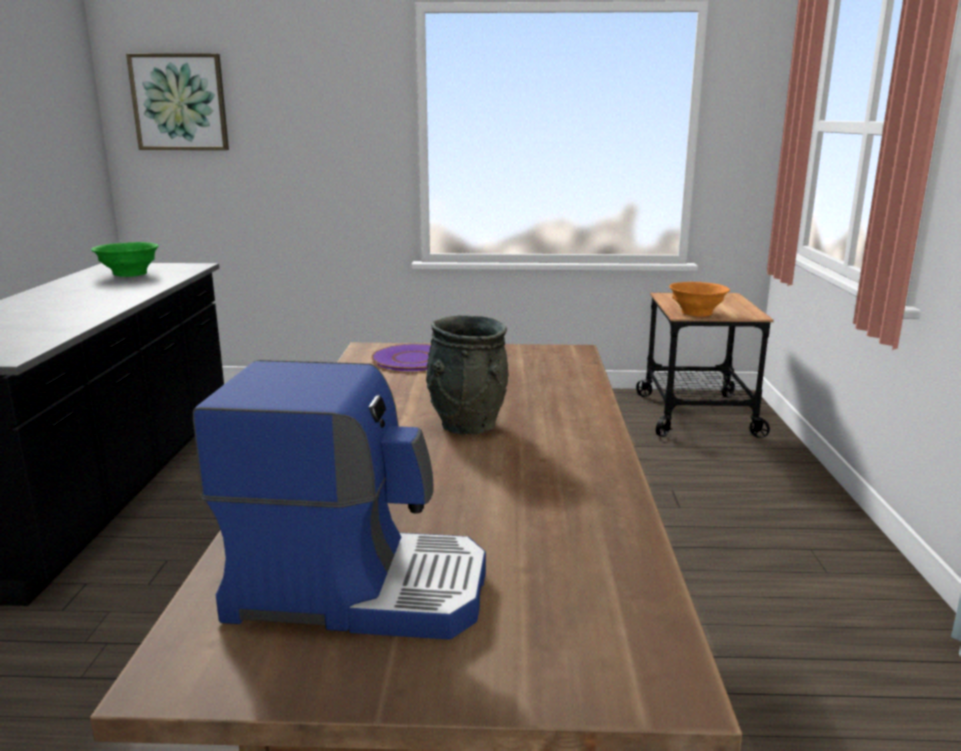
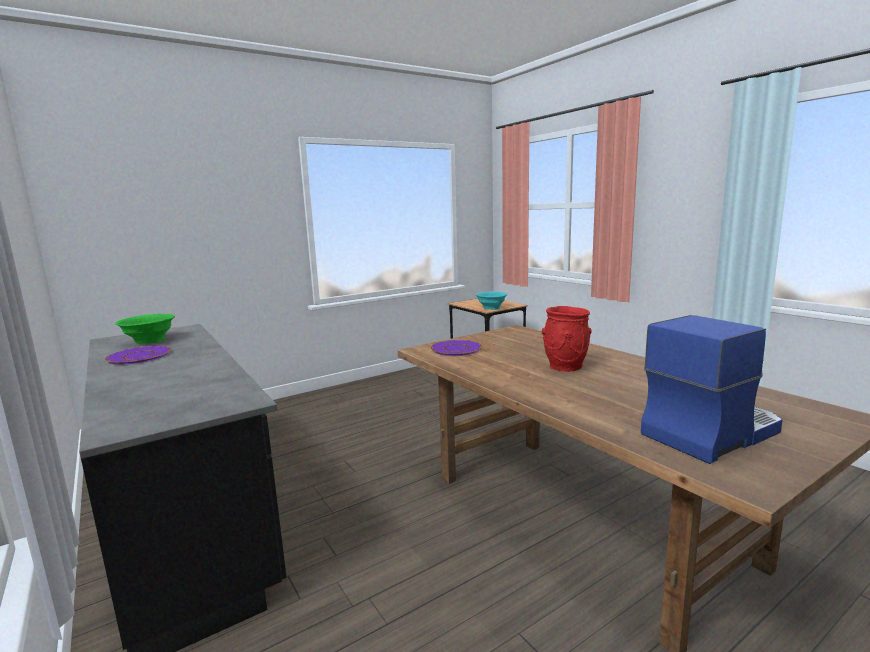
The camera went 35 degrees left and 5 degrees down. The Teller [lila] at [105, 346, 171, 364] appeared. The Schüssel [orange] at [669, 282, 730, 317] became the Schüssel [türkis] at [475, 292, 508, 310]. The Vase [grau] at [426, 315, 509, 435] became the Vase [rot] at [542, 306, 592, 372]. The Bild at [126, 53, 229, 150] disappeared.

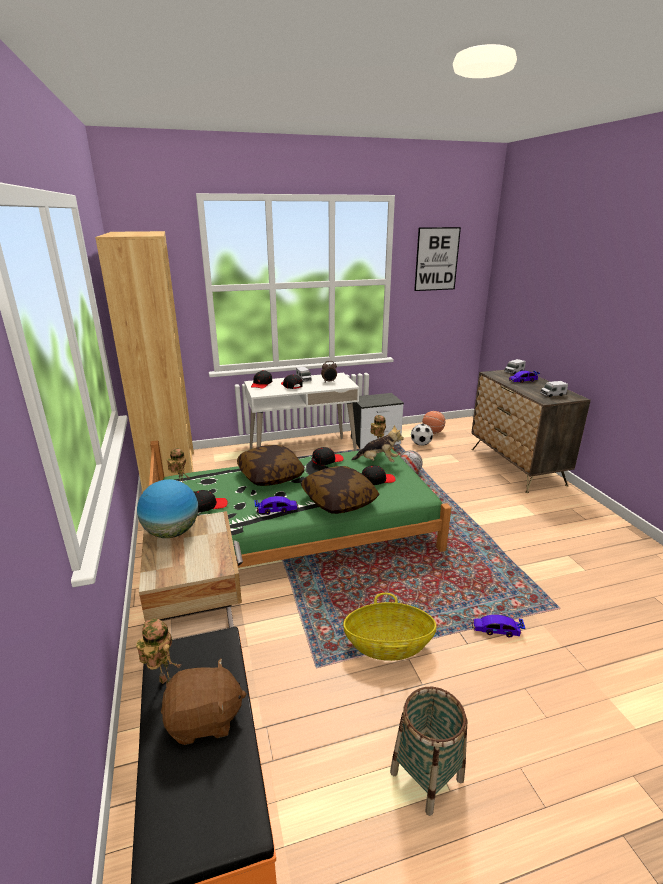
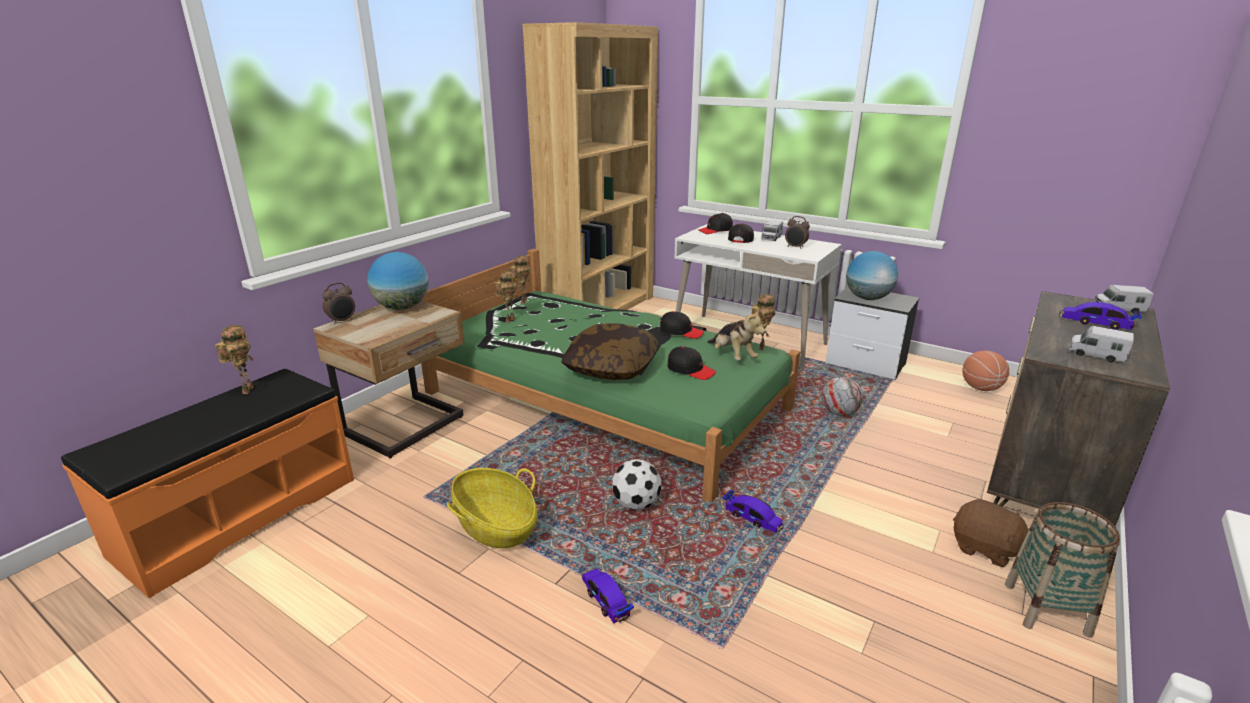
The camera went 50 degrees right and 0 degrees up. The Wecker at [322, 283, 355, 324] appeared. The Kappe [schwarz] at [194, 490, 228, 512] was replaced by the Spielzeugroboter at [495, 271, 518, 323]. The Fußball moved from [411, 424, 433, 446] to [612, 459, 661, 510]. The Spielzeugauto moved from [254, 496, 299, 515] to [722, 490, 784, 533]. The Globus at [846, 251, 898, 300] appeared. The Plüschtier [braun] moved from [161, 658, 247, 745] to [953, 499, 1029, 567]. The Korb moved from [390, 687, 468, 816] to [1005, 502, 1120, 638]. The Kissen at [237, 445, 305, 486] disappeared. The Bild at [414, 227, 461, 291] disappeared.

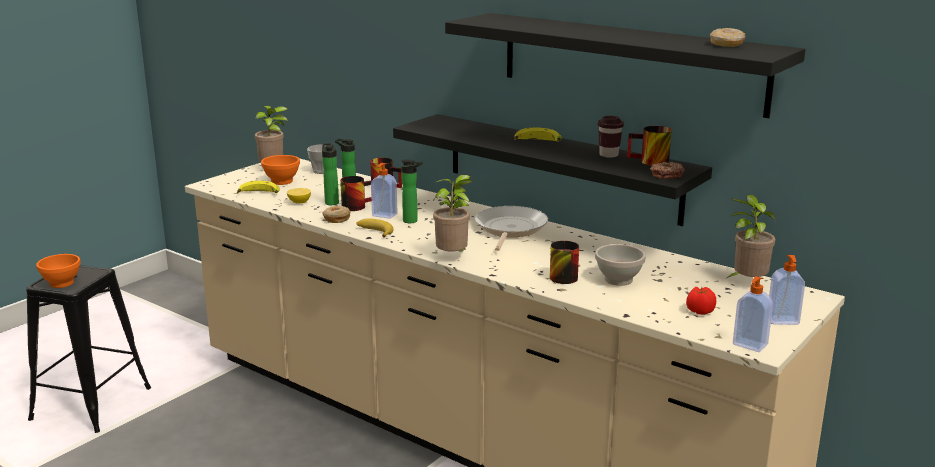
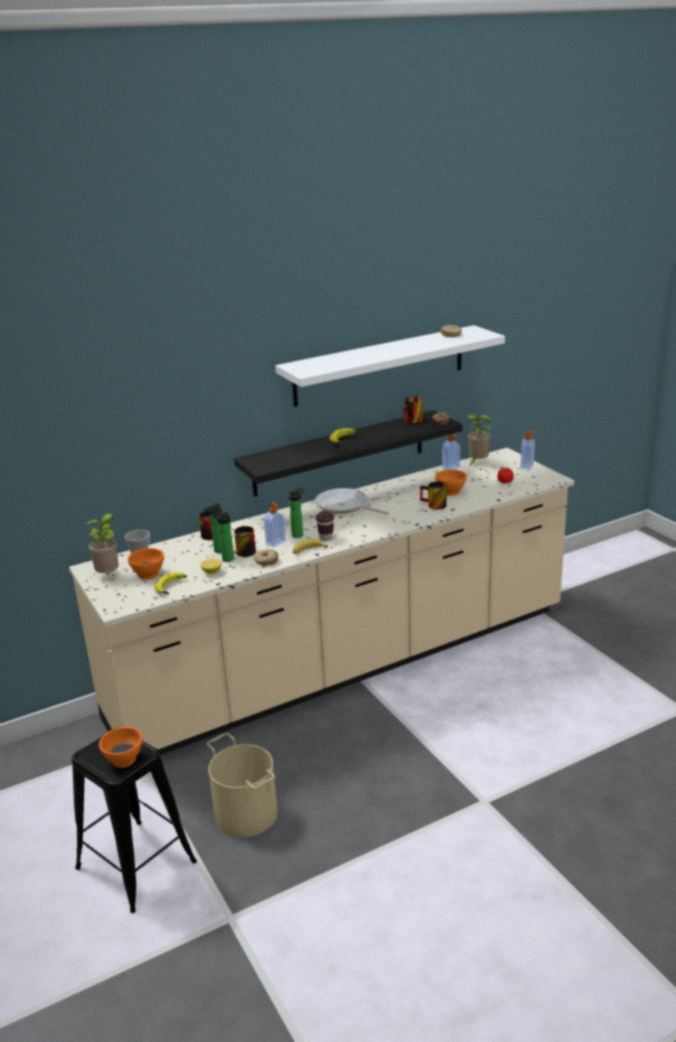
The camera went 65 degrees left and 5 degrees up. The Eimer [beige] at [207, 733, 278, 838] appeared. The Wandregal [schwarz] at [445, 13, 805, 118] became the Wandregal [weiß] at [275, 325, 505, 407]. The Tasse [braun] moved from [598, 116, 624, 158] to [316, 511, 334, 541]. The Schüssel [weiß] at [595, 244, 646, 286] became the Schüssel [orange] at [436, 469, 467, 496]. The Seifenspender moved from [733, 276, 773, 352] to [442, 434, 460, 470]. The Topfpflanze at [433, 175, 473, 252] disappeared.

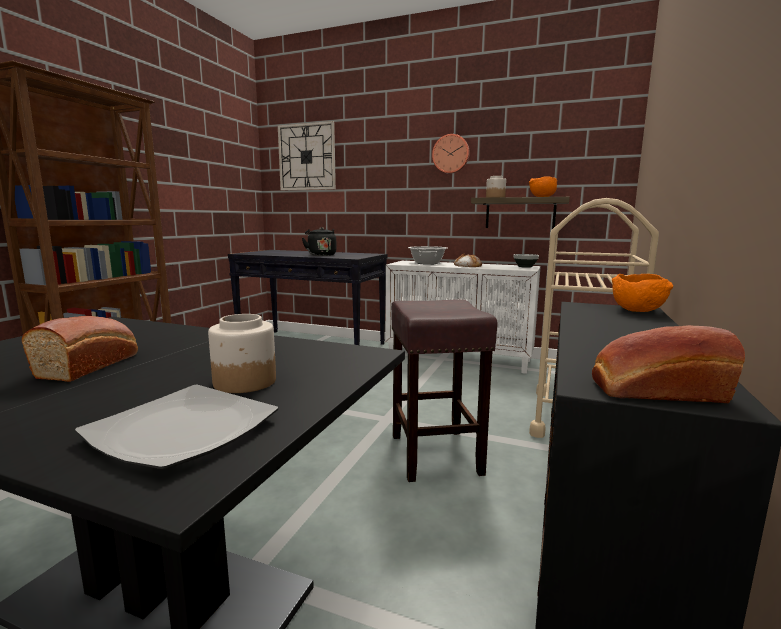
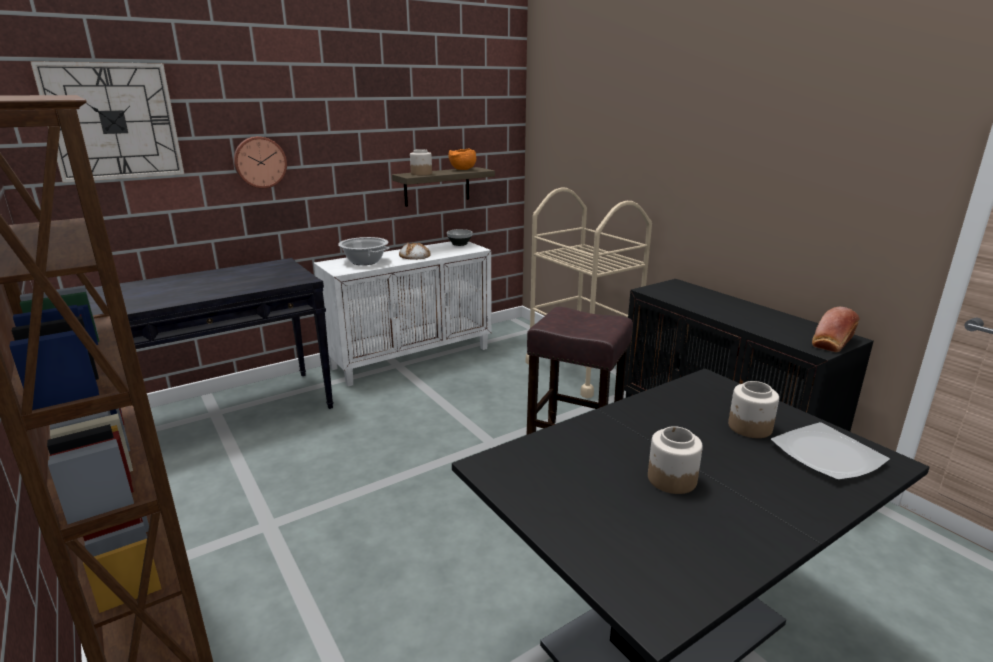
The camera went 55 degrees left and 10 degrees up. The Wanduhr moved from [432, 134, 470, 174] to [234, 136, 287, 188]. The Brot at [22, 316, 138, 382] was replaced by the Vorratsglas at [648, 426, 703, 494]. The Wasserkessel [schwarz] at [302, 227, 337, 256] disappeared. The Schüssel [orange] at [612, 274, 673, 312] disappeared.

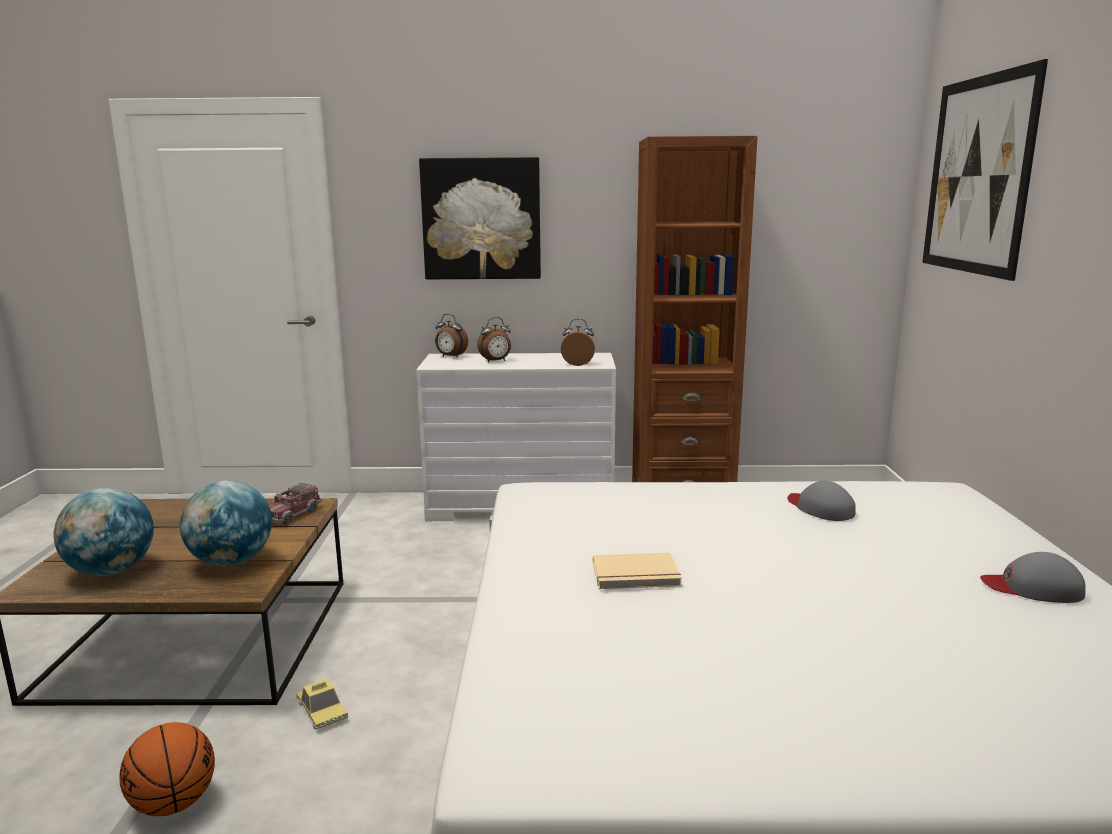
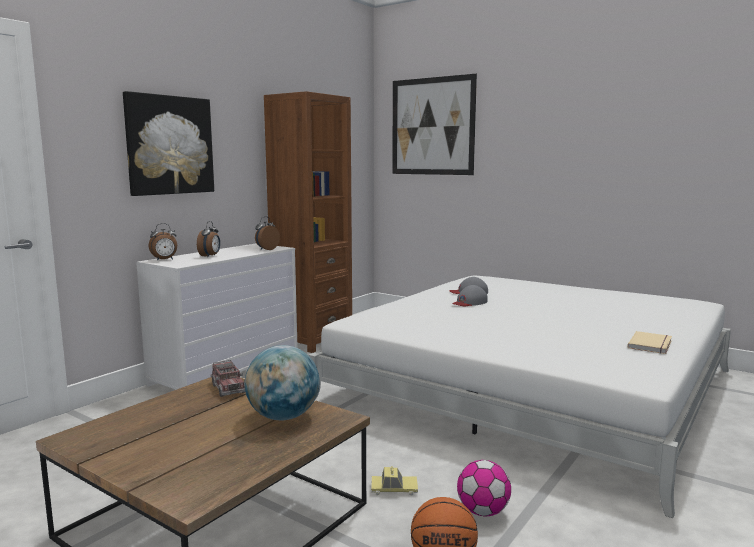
The camera went 55 degrees left and 5 degrees down. The Kappe [grau] moved from [980, 552, 1086, 603] to [452, 285, 488, 306]. The Fußball at [457, 460, 511, 516] appeared. The Buch [beige] moved from [593, 553, 682, 589] to [627, 331, 672, 354]. The Globus at [54, 488, 154, 576] disappeared.

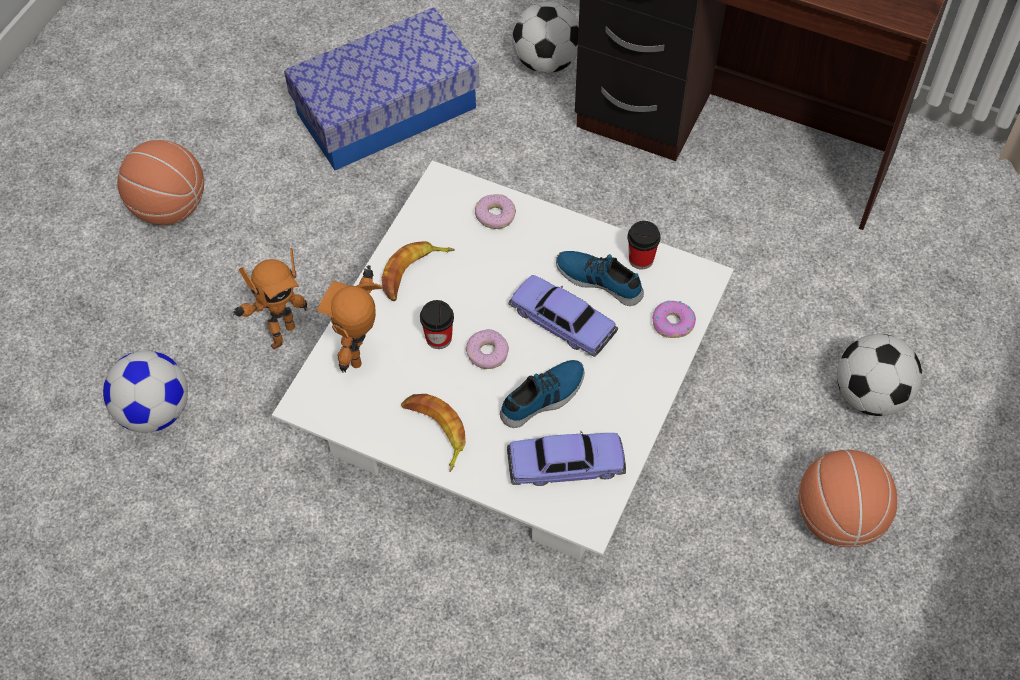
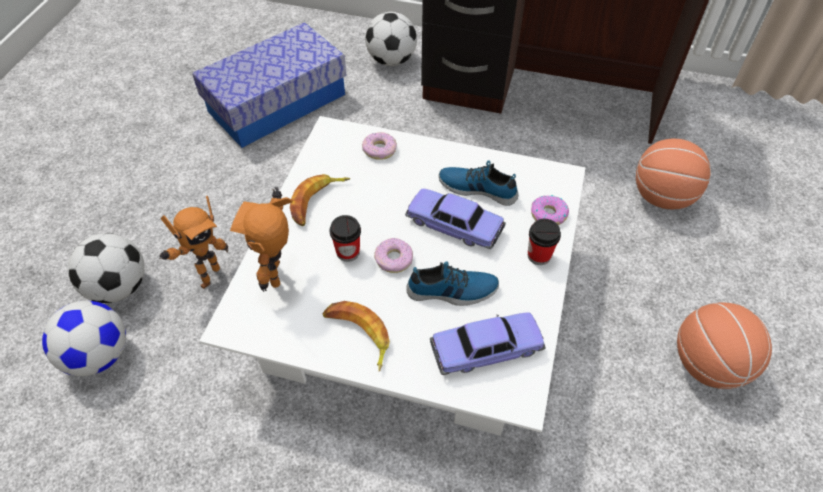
The camera went 10 degrees left and 5 degrees down. The Fußball moved from [837, 334, 922, 416] to [68, 233, 145, 303]. The Schuh at [500, 360, 585, 428] turned 45 degrees clockwise. The Tasse moved from [627, 221, 661, 270] to [528, 219, 561, 265]. The Basketball moved from [117, 140, 204, 225] to [636, 139, 711, 210].

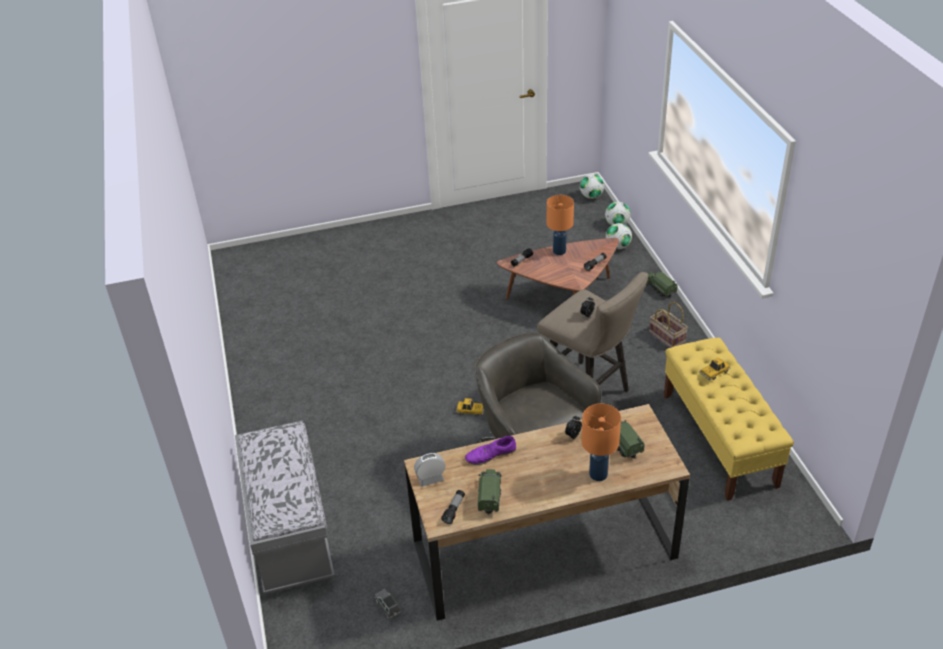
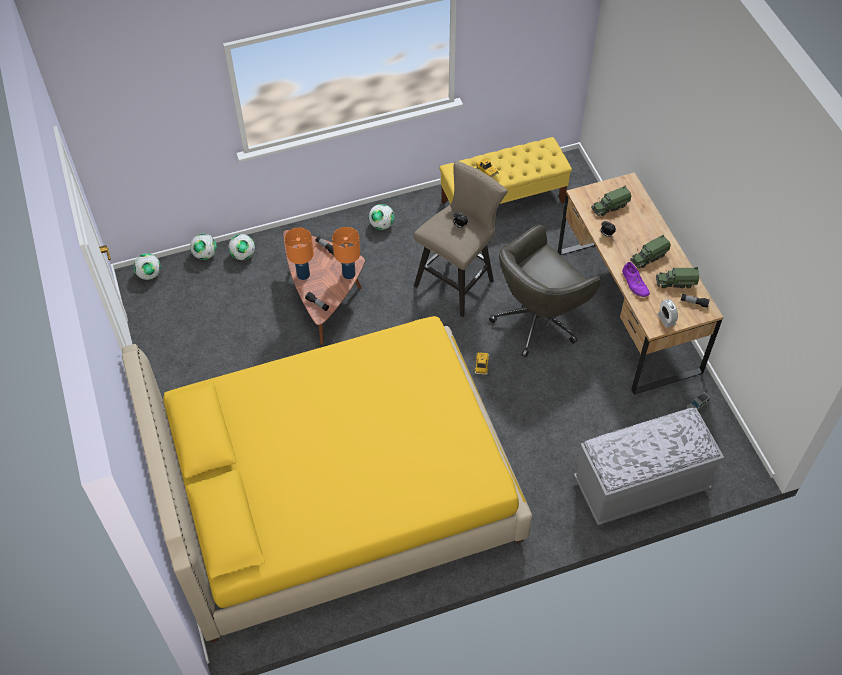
The camera went 95 degrees left and 15 degrees up. The Bett [gelb] at [122, 316, 532, 643] appeared. The Tischlampe [orange] moved from [581, 404, 621, 481] to [332, 227, 360, 279]. The Korb at [649, 302, 688, 348] was replaced by the Fußball at [369, 204, 394, 230]. The Spielzeuglaster moved from [647, 272, 678, 297] to [630, 235, 671, 268].

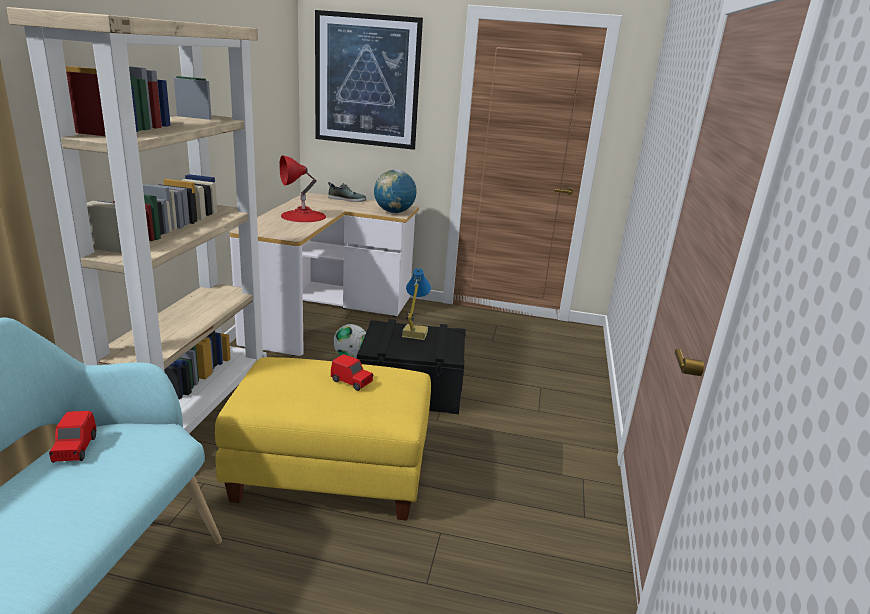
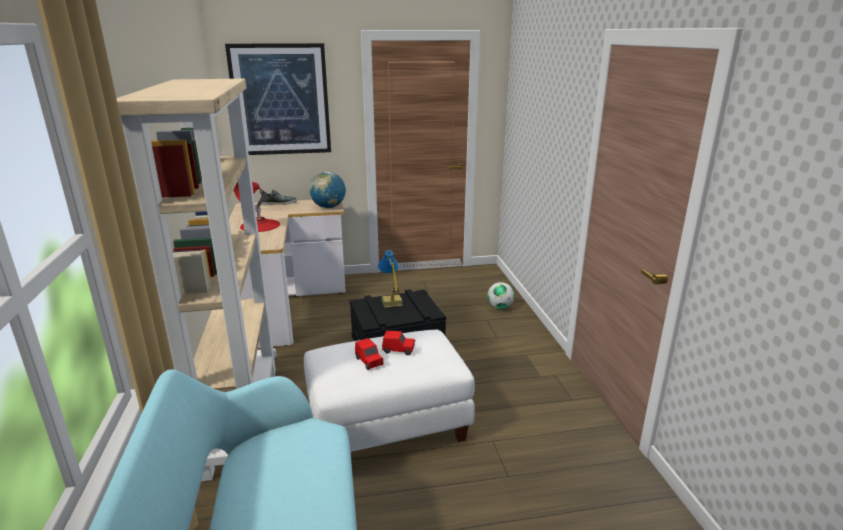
The camera went 20 degrees left and 0 degrees up. The Polsterhocker [gelb] at [215, 357, 431, 521] became the Polsterhocker [weiß] at [304, 330, 475, 452]. The Spielzeugauto [rot] moved from [49, 411, 96, 463] to [355, 338, 383, 370]. The Fußball moved from [333, 324, 366, 358] to [488, 282, 514, 309].

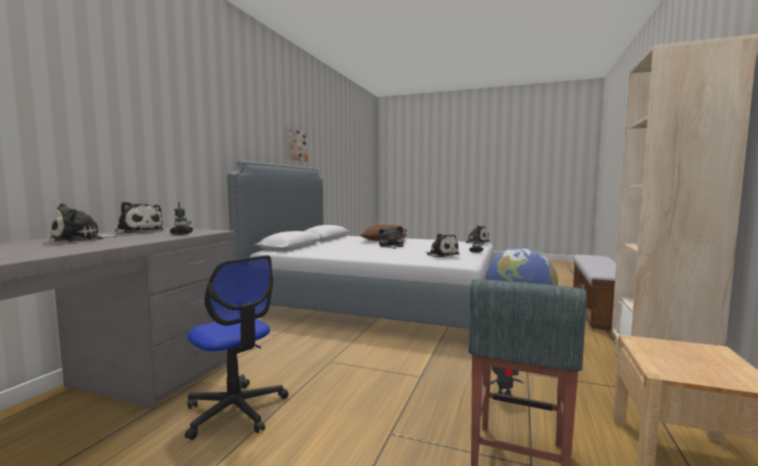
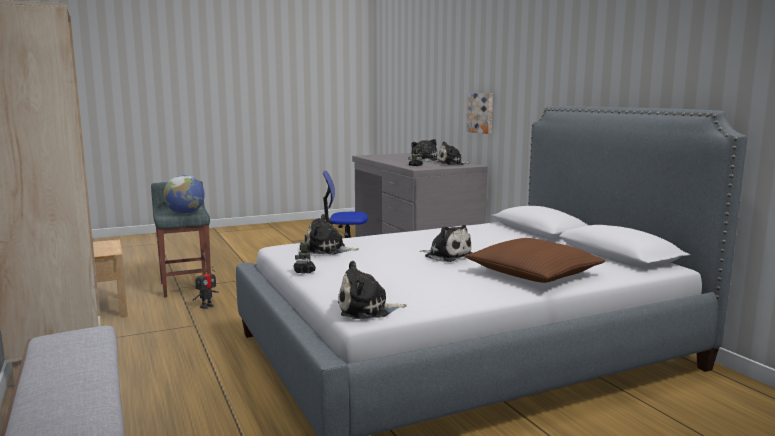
The camera went 135 degrees right and 5 degrees up. The Bild moved from [289, 129, 308, 161] to [466, 93, 493, 134].

